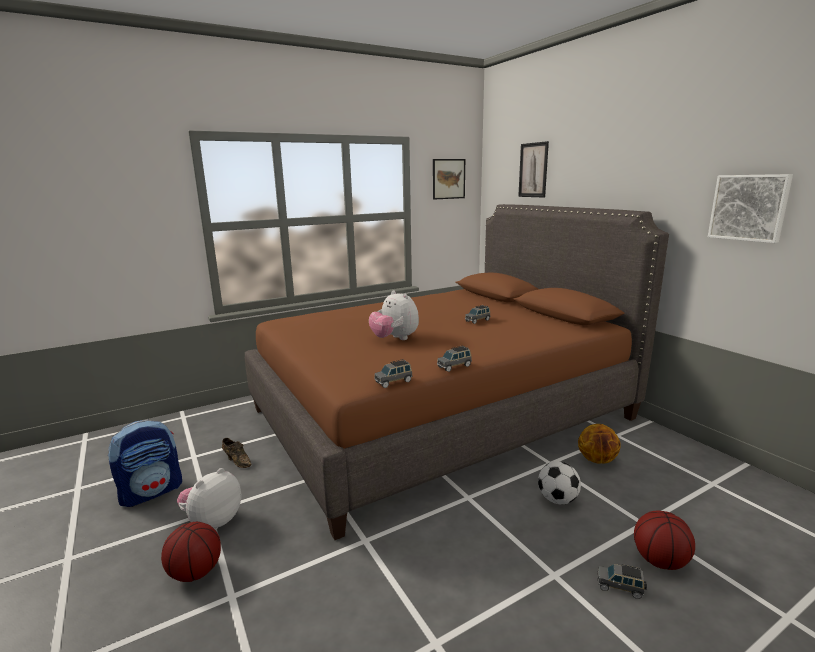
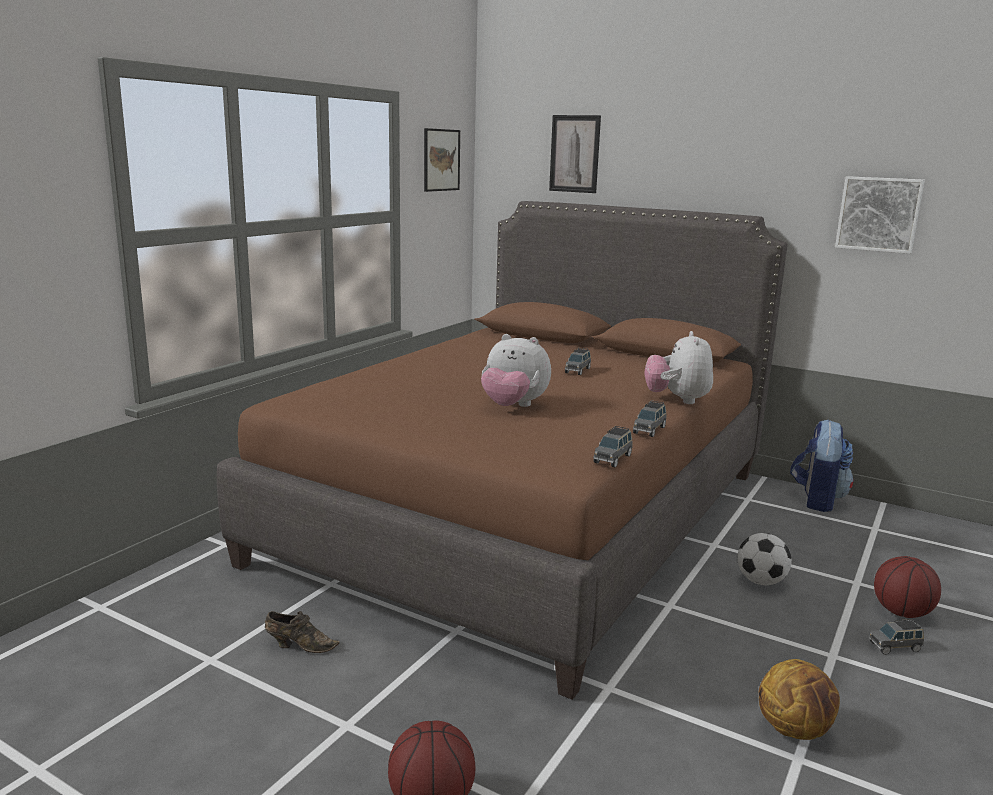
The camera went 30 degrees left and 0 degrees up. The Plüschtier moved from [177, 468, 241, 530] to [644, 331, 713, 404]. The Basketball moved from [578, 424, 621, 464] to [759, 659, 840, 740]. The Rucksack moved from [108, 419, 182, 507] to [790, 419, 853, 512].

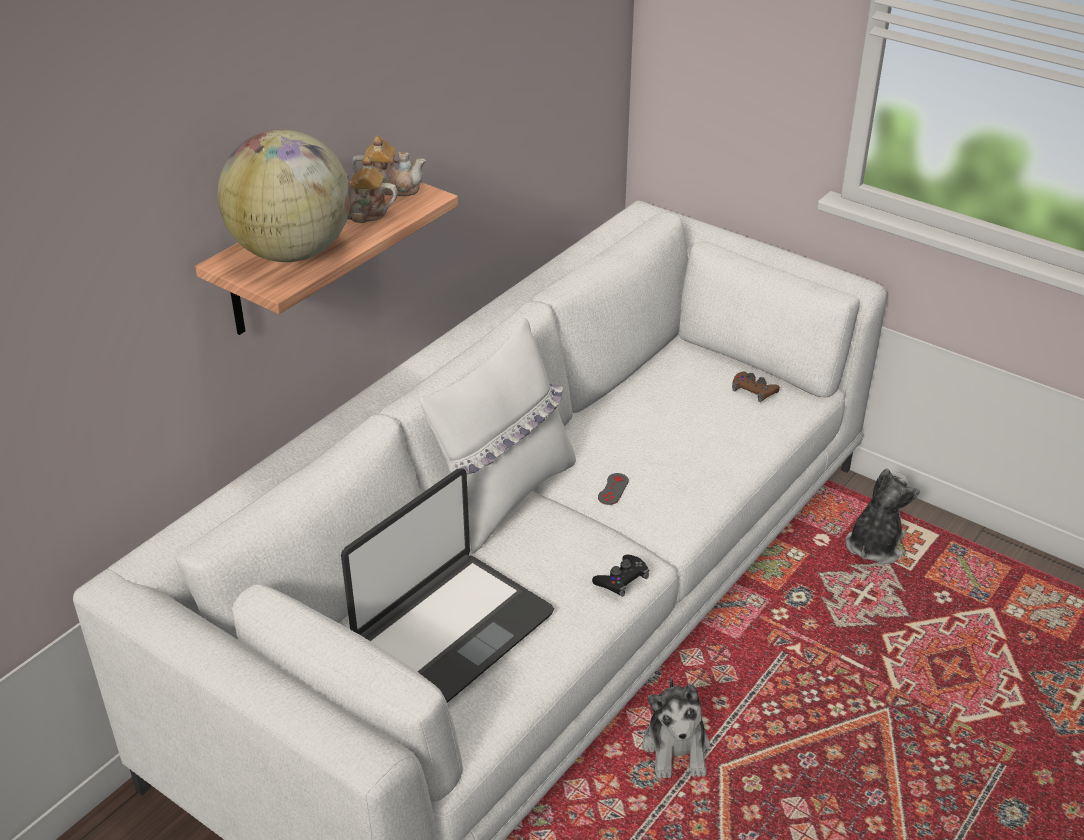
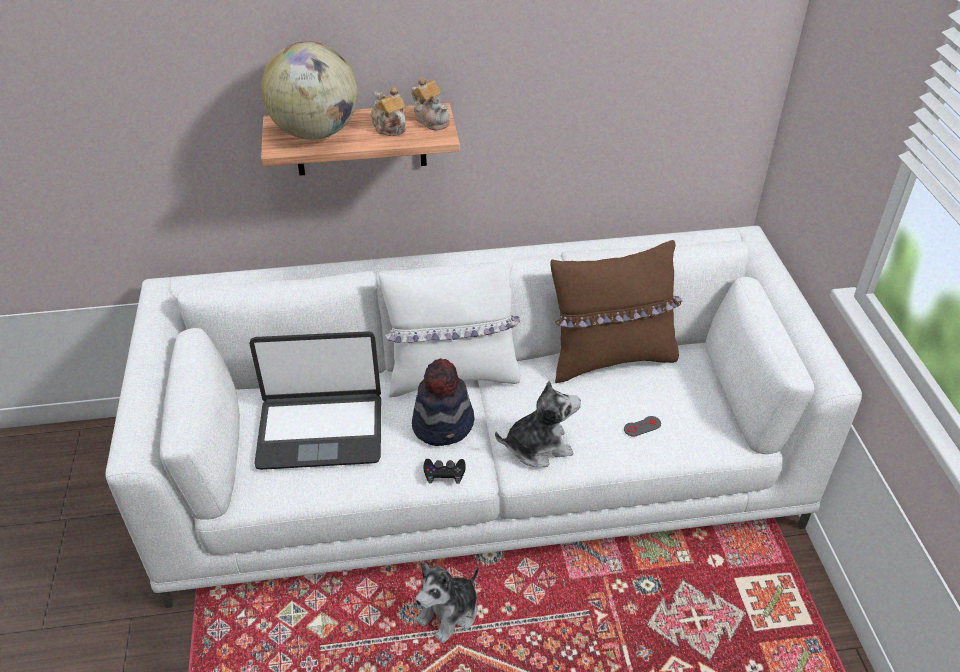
The camera went 45 degrees right and 5 degrees up. The Hut at [412, 359, 475, 446] appeared. The Plüschtier moved from [846, 468, 920, 564] to [495, 381, 581, 467]. The Kissen [braun] at [550, 240, 682, 383] appeared. The Gamepad [grau] moved from [598, 473, 629, 505] to [624, 416, 661, 437]. The Gamepad [braun] at [732, 372, 780, 402] disappeared.

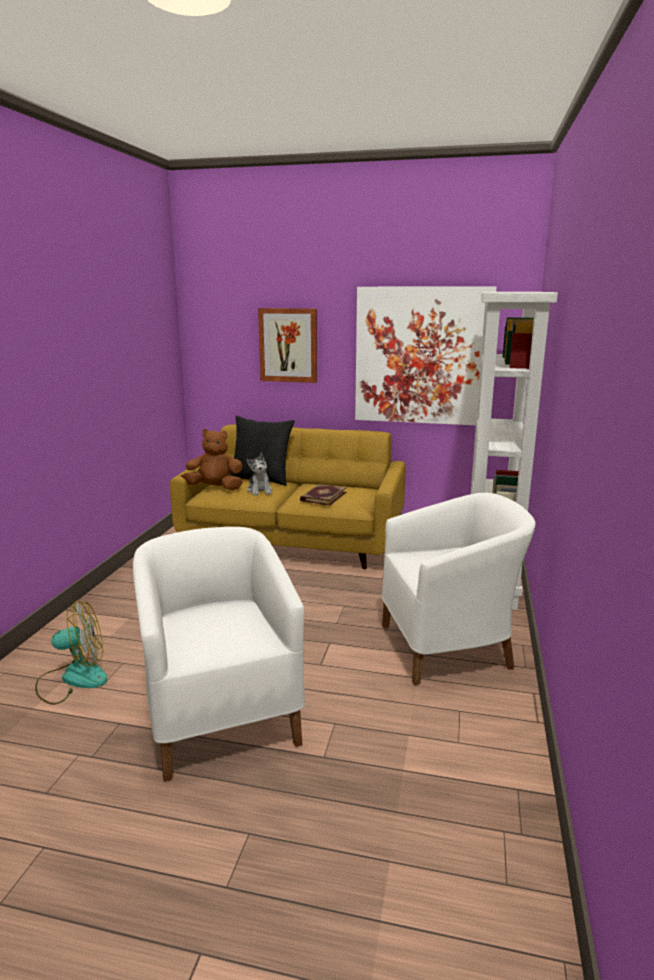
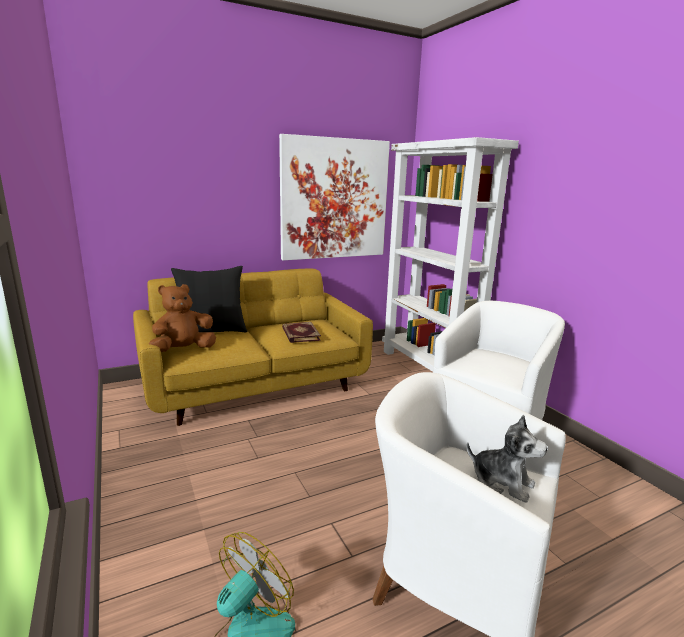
The camera went 40 degrees left and 0 degrees up. The Plüschtier moved from [246, 453, 272, 496] to [467, 415, 547, 503]. The Bild at [258, 308, 317, 383] disappeared.

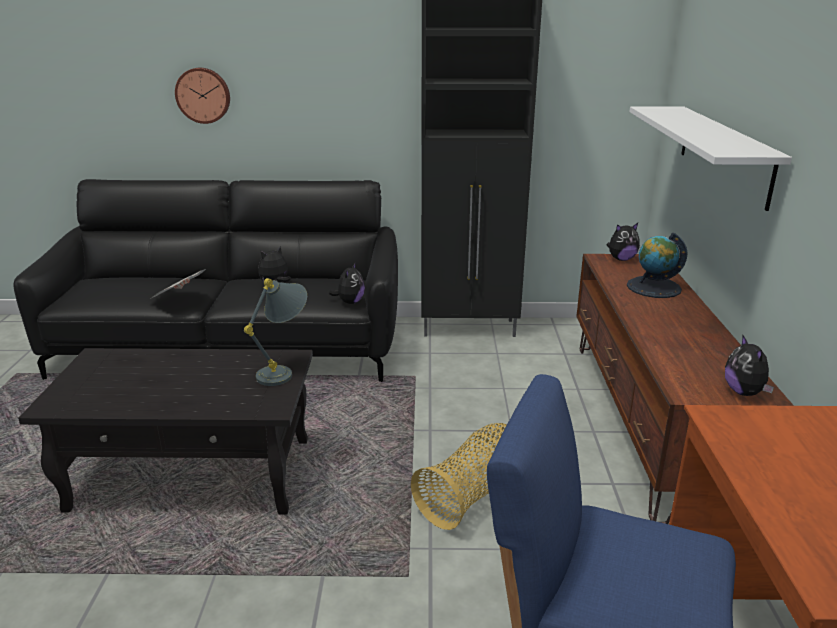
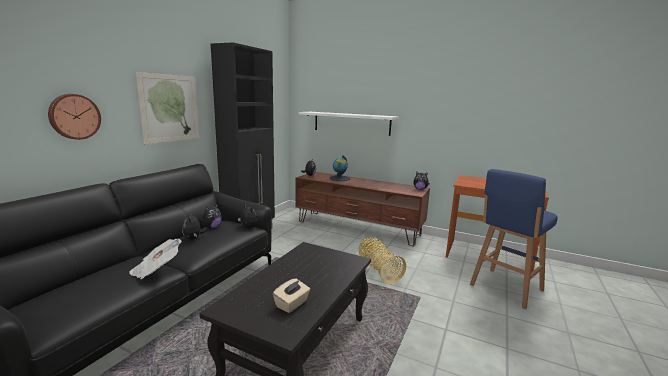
The camera went 65 degrees left and 10 degrees down. The Bild at [136, 72, 199, 144] appeared. The Plüschtier at [201, 203, 222, 229] appeared. The Taschentuchbox [beige] at [273, 278, 310, 313] appeared. The Tischlampe [grau] at [244, 278, 307, 386] disappeared.

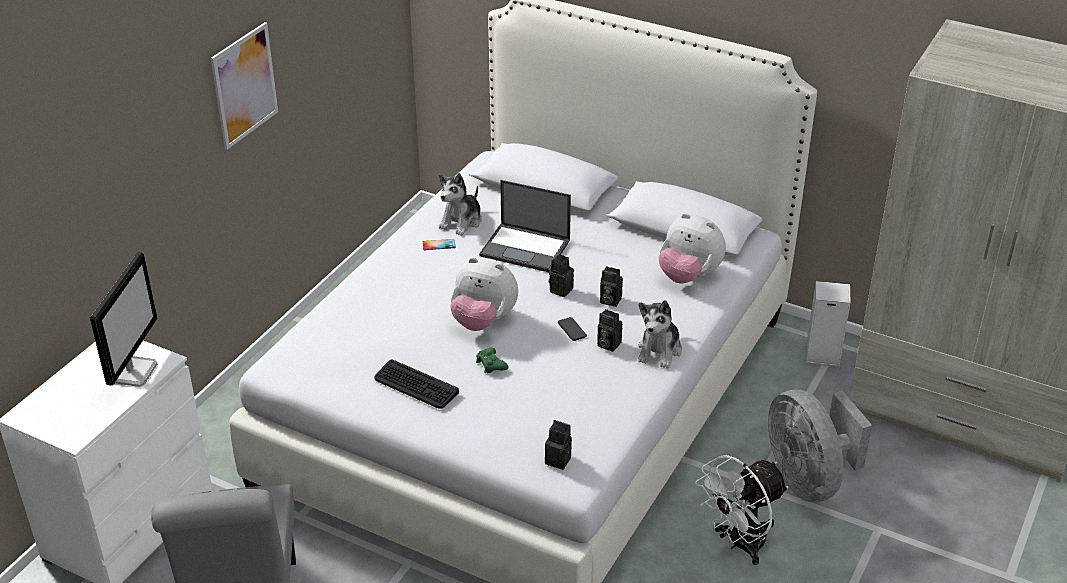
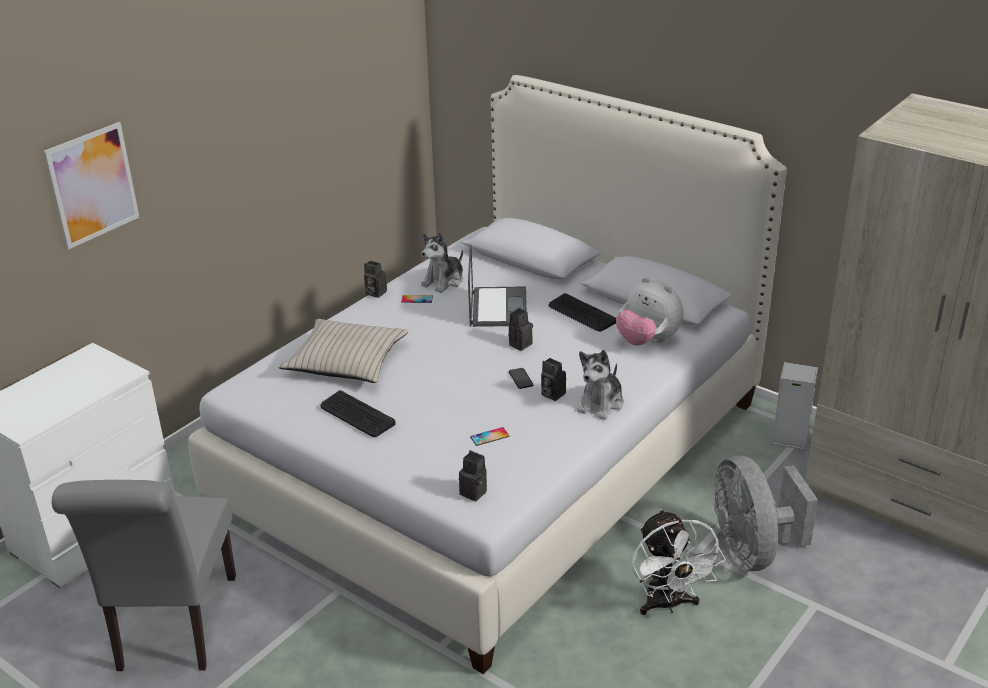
The camera went 10 degrees right and 5 degrees down. The Bild moved from [211, 22, 278, 150] to [44, 122, 139, 249]. The Kissen [beige] at [278, 319, 409, 383] appeared. The Kamera moved from [600, 266, 623, 307] to [364, 261, 387, 298]. The Laptop at [479, 180, 571, 272] turned 120 degrees counterclockwise. The Handy at [470, 427, 509, 446] appeared. The Tastatur at [549, 293, 616, 331] appeared. The Ventilator [weiß] at [695, 455, 789, 565] turned 75 degrees counterclockwise. The Monitor at [90, 252, 157, 387] disappeared. The Plüschtier at [450, 257, 518, 331] disappeared. The Gamepad [grün] at [476, 348, 509, 373] disappeared.

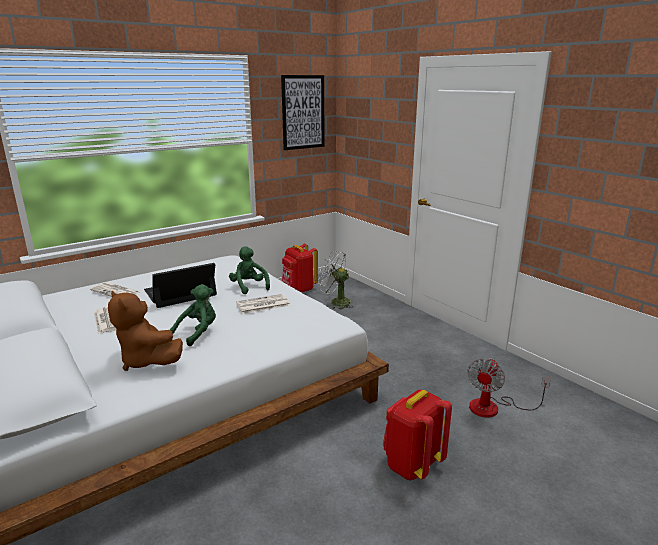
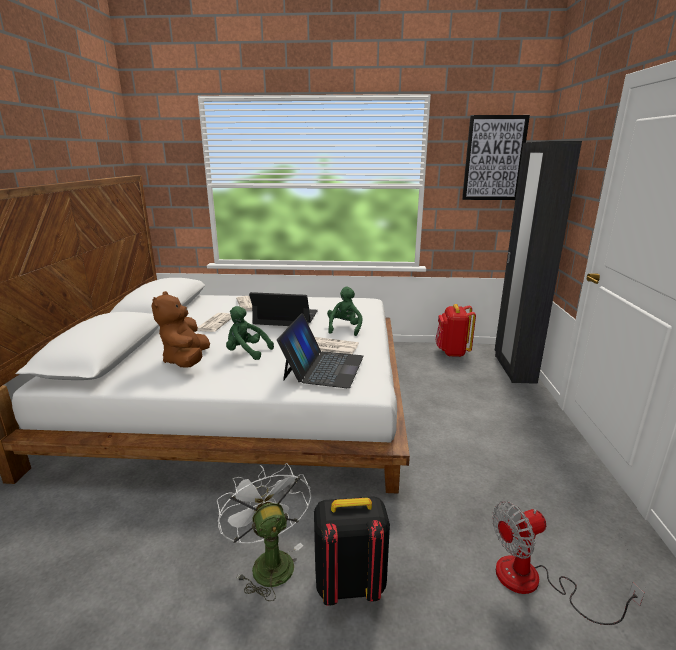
The camera went 40 degrees right and 0 degrees up. The Ventilator [weiß] moved from [318, 251, 354, 309] to [217, 463, 311, 601]. The Plüschtier [grün] at [170, 284, 216, 346] turned 150 degrees counterclockwise. The Laptop at [277, 313, 364, 388] appeared. The Rucksack [rot] at [383, 390, 452, 481] became the Rucksack [schwarz] at [314, 496, 390, 606]. The Kleiderschrank [schwarz] at [495, 141, 582, 384] appeared.

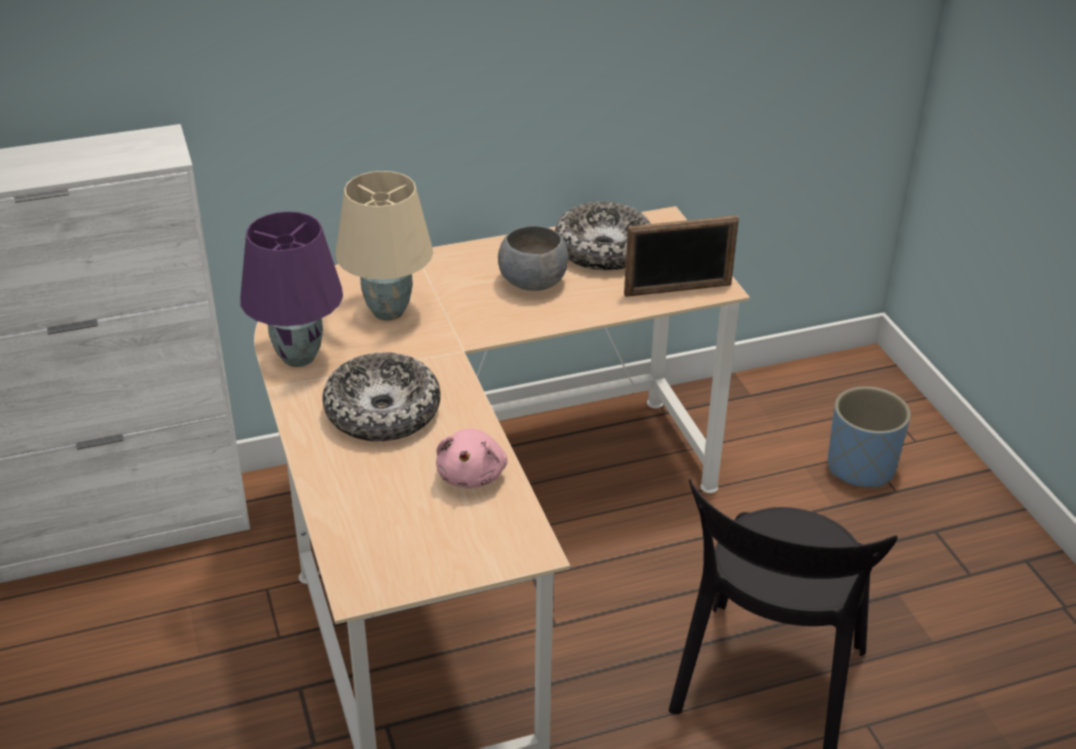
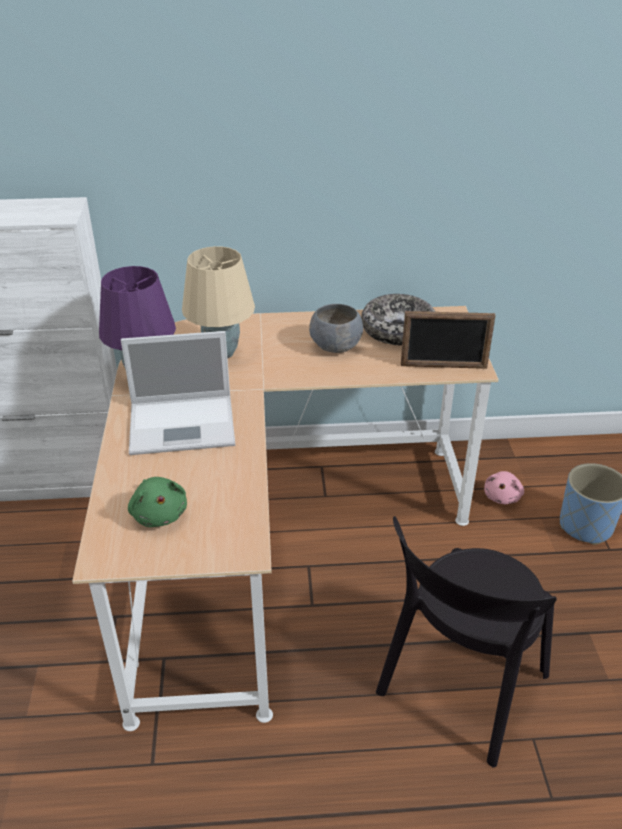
The camera went 15 degrees right and 0 degrees up. The Schüssel at [323, 352, 441, 441] was replaced by the Laptop at [121, 331, 235, 455]. The Plüschtier [grün] at [128, 477, 187, 527] appeared. The Plüschtier [rosa] moved from [436, 428, 508, 488] to [484, 471, 524, 504].

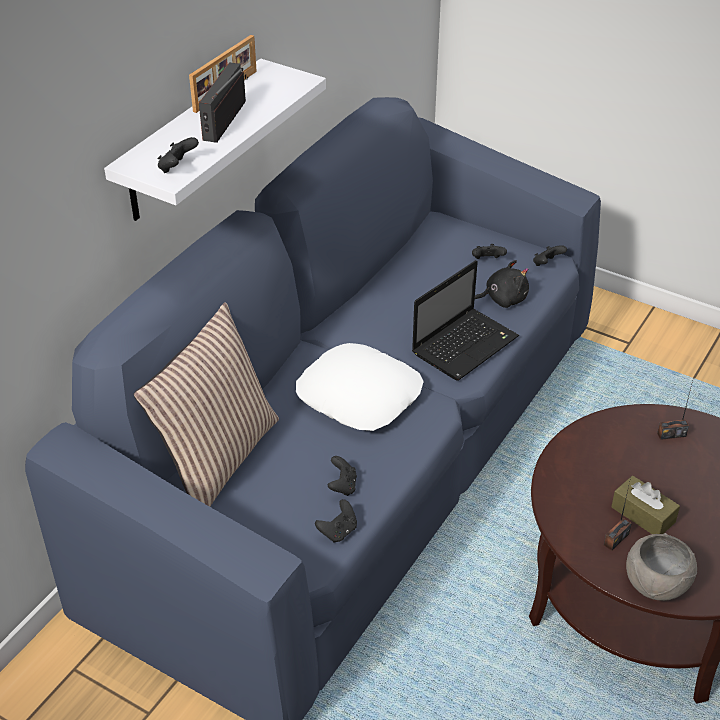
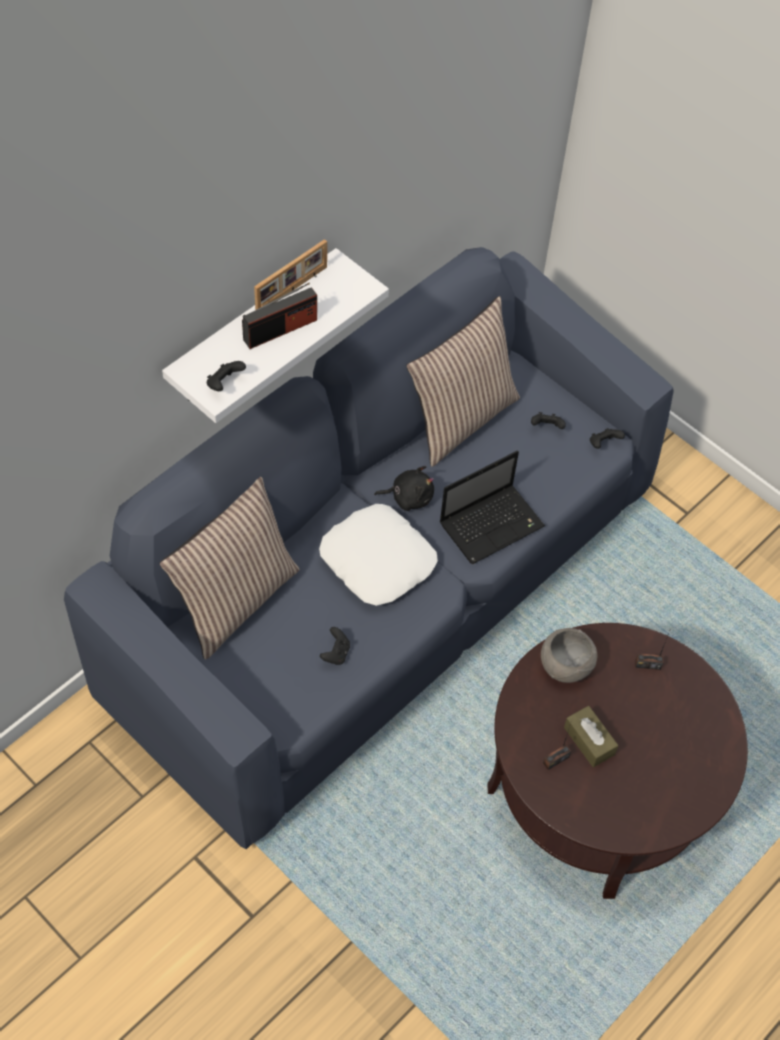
The camera went 10 degrees right and 15 degrees up. The Radio at [199, 62, 246, 143] turned 150 degrees counterclockwise. The Plüschtier [schwarz] moved from [475, 260, 529, 308] to [374, 466, 434, 511]. The Kissen at [406, 296, 520, 467] appeared. The Schüssel [grau] moved from [626, 533, 697, 601] to [541, 628, 597, 683]. The Gamepad [schwarz] at [315, 499, 357, 543] disappeared.

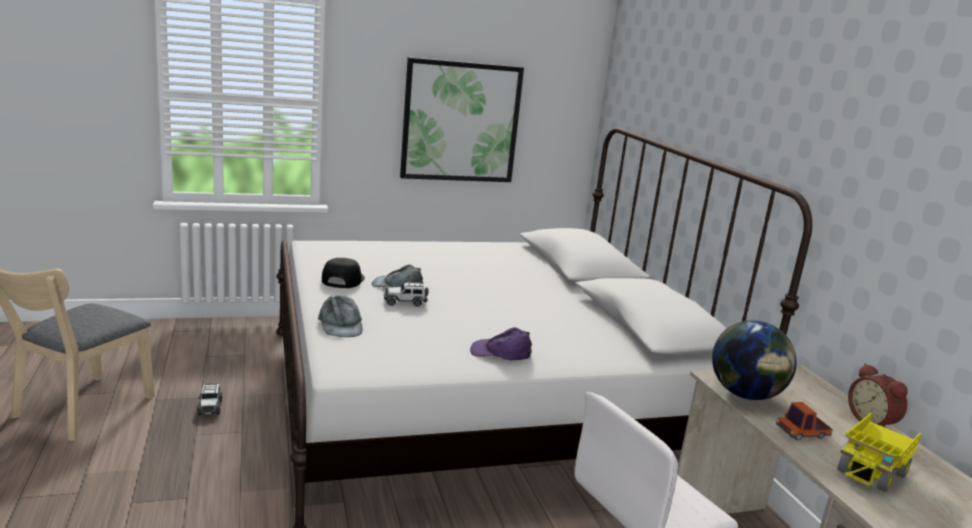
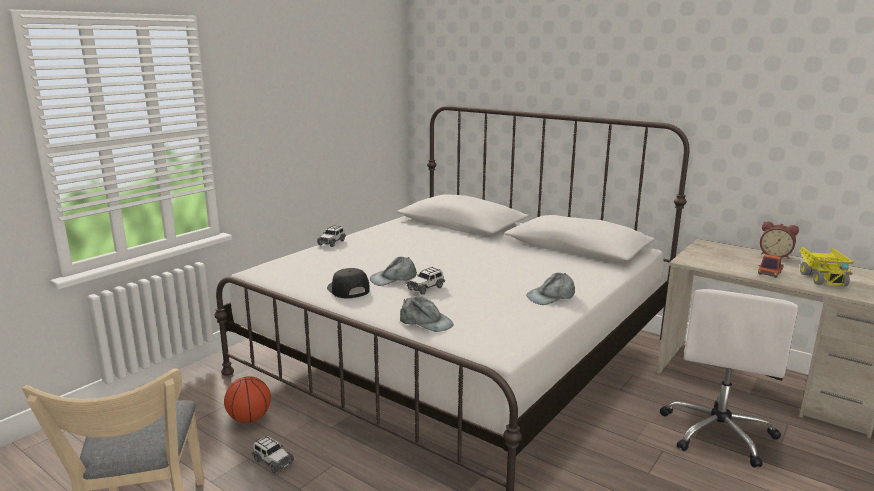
The camera went 35 degrees left and 0 degrees up. The Basketball at [224, 376, 271, 423] appeared. The Spielzeugauto at [317, 225, 346, 247] appeared. The Kappe [lila] at [470, 327, 532, 360] became the Kappe [grau] at [526, 273, 575, 305]. The Bild at [400, 57, 524, 182] disappeared. The Globus at [712, 320, 797, 400] disappeared.

